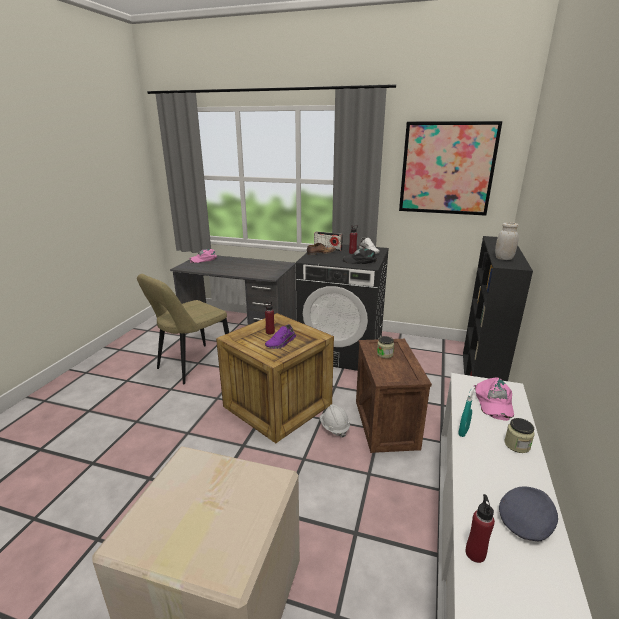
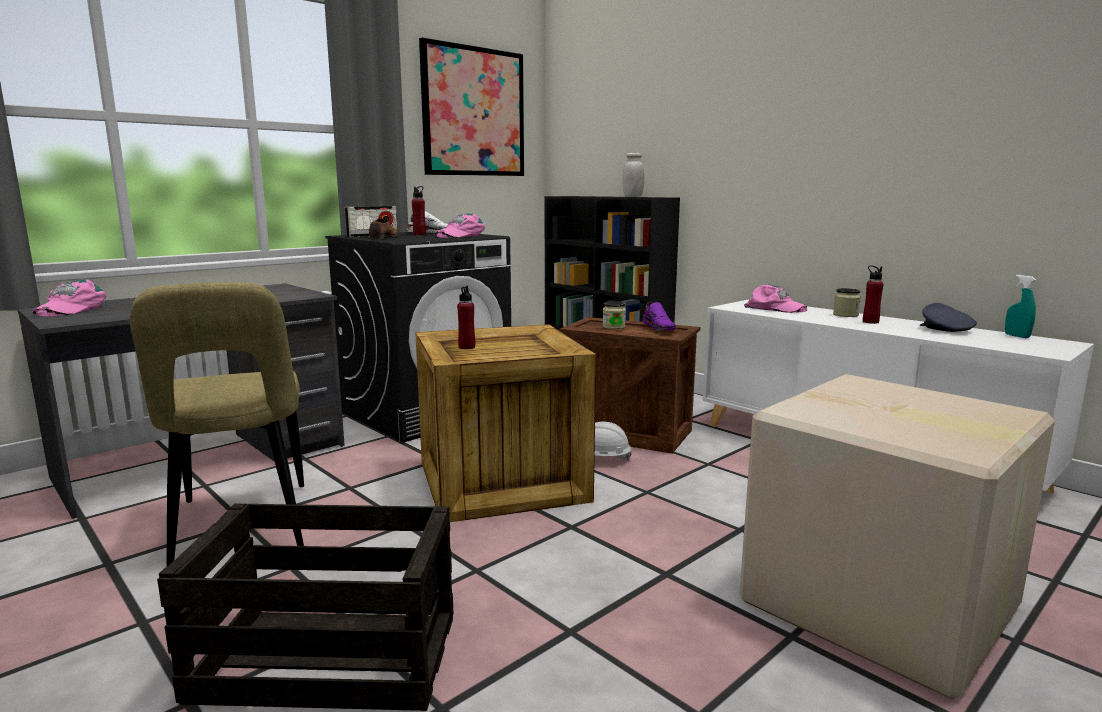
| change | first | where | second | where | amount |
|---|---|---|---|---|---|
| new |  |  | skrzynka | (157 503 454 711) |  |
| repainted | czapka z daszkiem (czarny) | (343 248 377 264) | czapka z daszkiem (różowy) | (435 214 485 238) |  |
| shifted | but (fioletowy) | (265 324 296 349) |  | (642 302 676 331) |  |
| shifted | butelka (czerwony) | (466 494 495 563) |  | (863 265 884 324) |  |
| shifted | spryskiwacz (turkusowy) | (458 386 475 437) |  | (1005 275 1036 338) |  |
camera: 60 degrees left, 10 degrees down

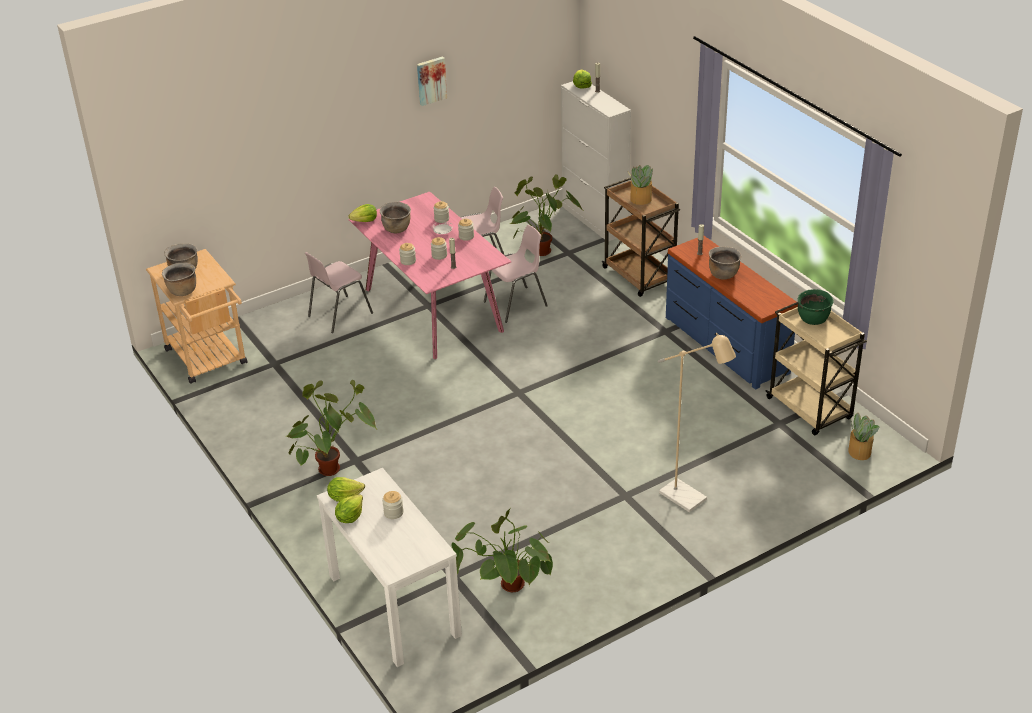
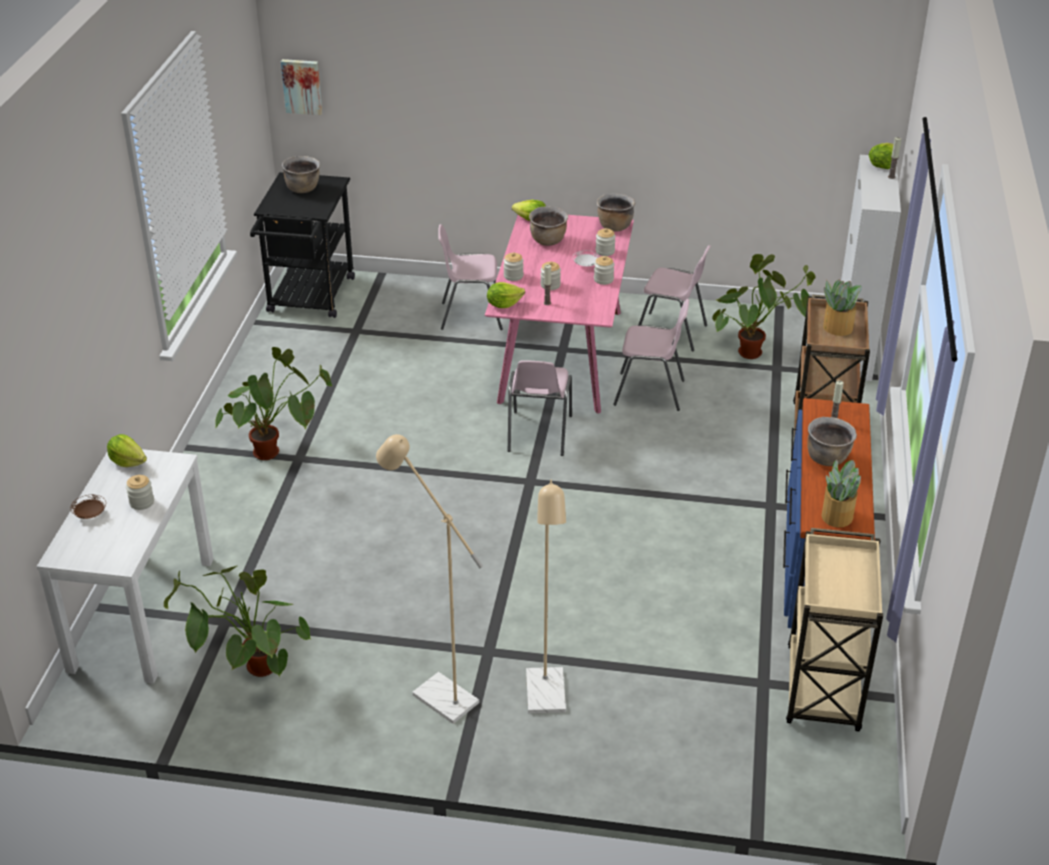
| change | first | where | second | where | amount |
|---|---|---|---|---|---|
| new |  |  | talerz (brązowy) | (70 495 106 519) |  |
| repainted | wózek (beżowy) | (146 249 248 384) | wózek (czarny) | (250 172 355 318) |  |
| shifted | obraz | (417 57 447 106) |  | (281 59 322 115) |  |
| new |  |  | lampa stojąca (beżowy) | (376 434 483 724) |  |
| shifted | sałata | (335 494 363 523) |  | (487 282 525 308) |  |
| new |  |  | krzesło (różowy) | (508 360 572 456) |  |
| shifted | garnek (brązowy) | (162 263 196 296) |  | (597 193 635 232) |  |
| shifted | roślina doniczkowa | (848 412 879 460) |  | (822 459 861 527) |  |
| gone | garnek (zielony) | (798 289 834 325) |  |  |  |
camera: 40 degrees right, 0 degrees up

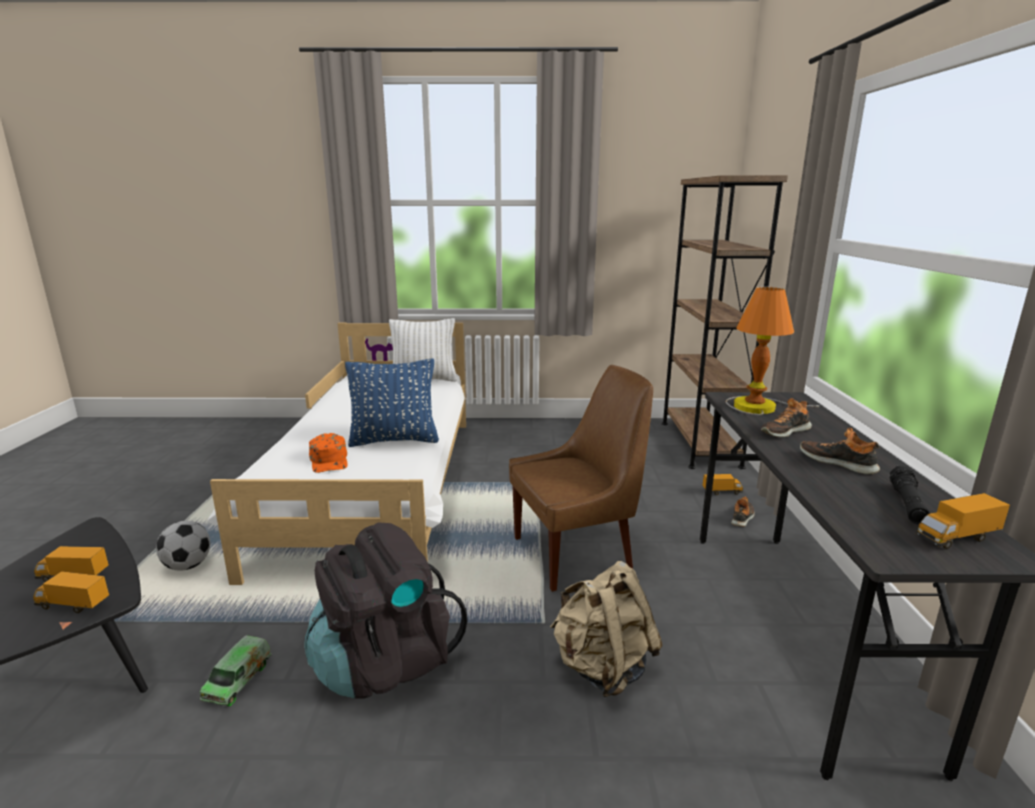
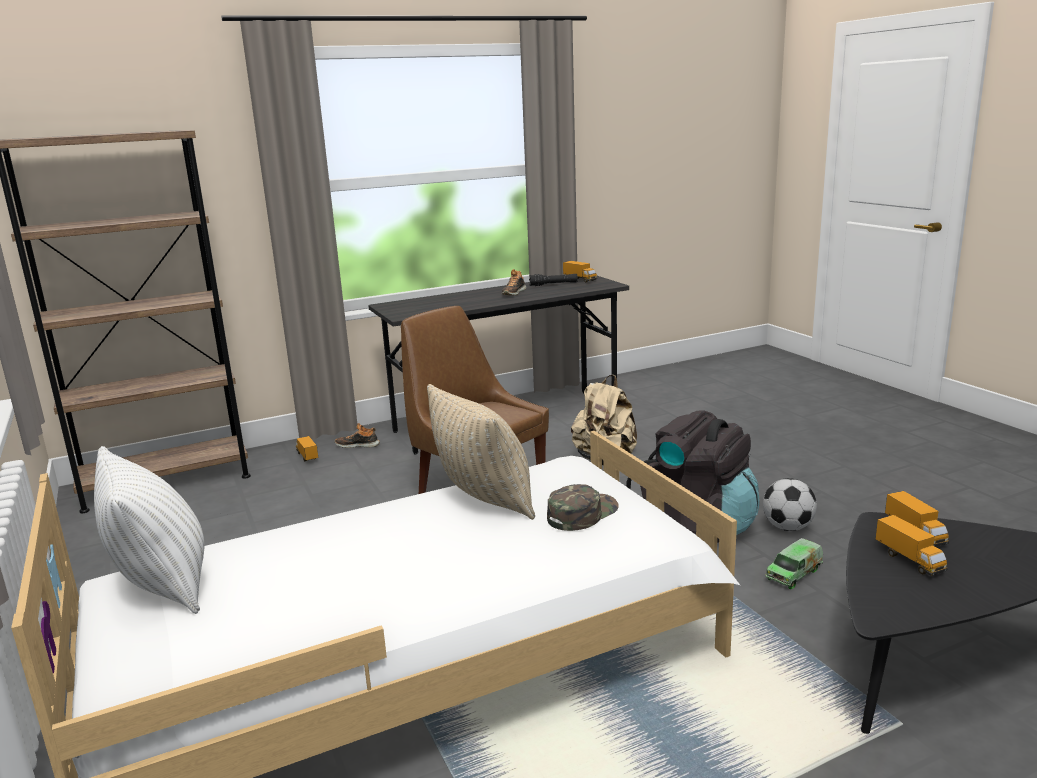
| change | first | where | second | where | amount |
|---|---|---|---|---|---|
| repainted | poduszka (niebieski) | (345 359 439 447) | poduszka (beżowy) | (427 384 535 520) |  |
| repainted | czapka z daszkiem (pomarańczowy) | (309 433 347 473) | czapka z daszkiem (zielony) | (547 484 619 531) |  |
| shifted | piłka futbolowa | (156 521 210 571) |  | (763 478 817 531) |  |
| rotated | ciężarówka zabawkowa | (199 635 272 706) |  | (765 538 823 589) | 150 degrees clockwise |
| gone | lampa stołowa | (725 287 819 415) |  |  |  |
| gone | but | (761 398 812 437) |  |  |  |
camera: 115 degrees left, 0 degrees up

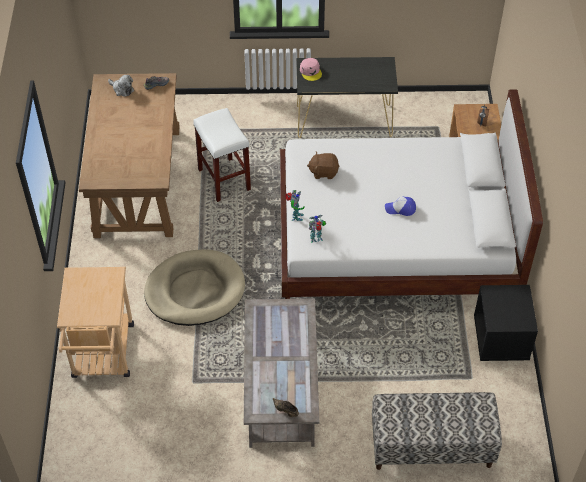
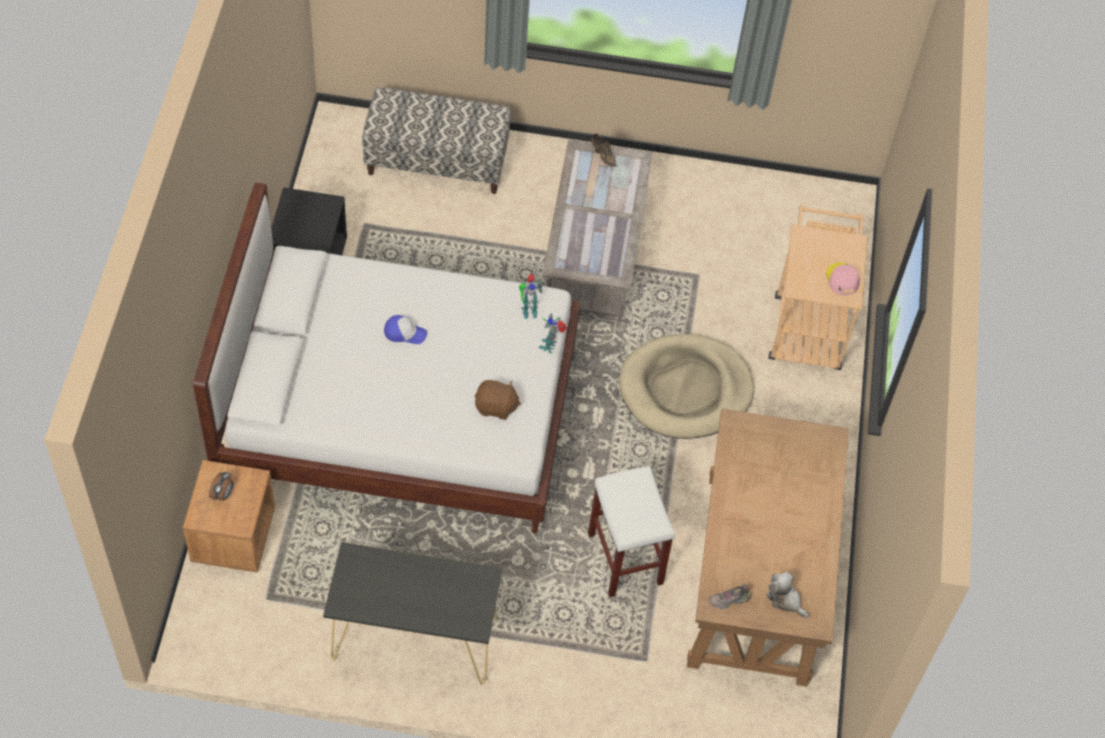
| change | first | where | second | where | amount |
|---|---|---|---|---|---|
| shifted | czapka z daszkiem (różowy) | (300 58 322 81) |  | (826 262 860 295) |  |
camera: 175 degrees left, 5 degrees up

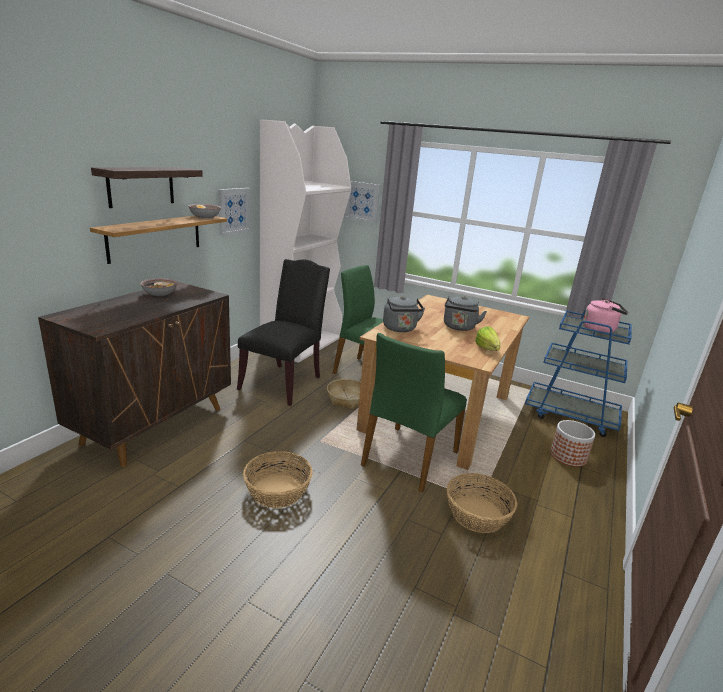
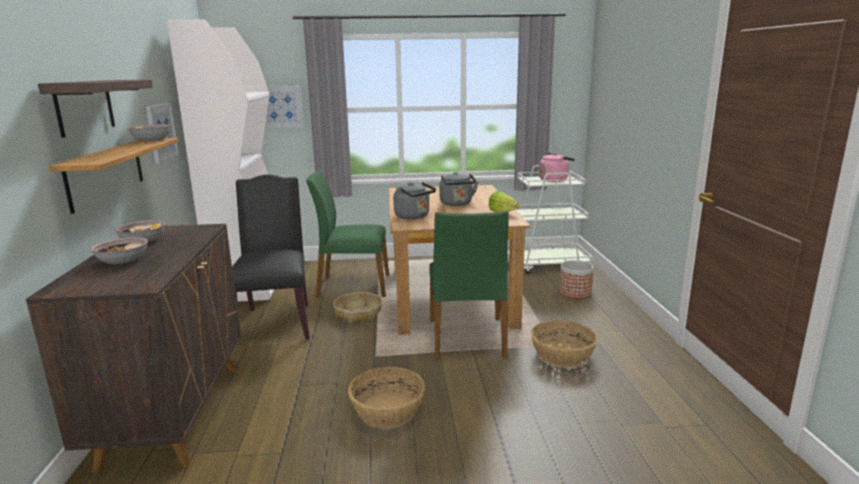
| change | first | where | second | where | amount |
|---|---|---|---|---|---|
| new |  |  | miska | (90 237 148 264) |  |
| repainted | wózek (niebieski) | (525 309 631 437) | wózek (biały) | (508 165 593 274) |  |
camera: 30 degrees left, 5 degrees down

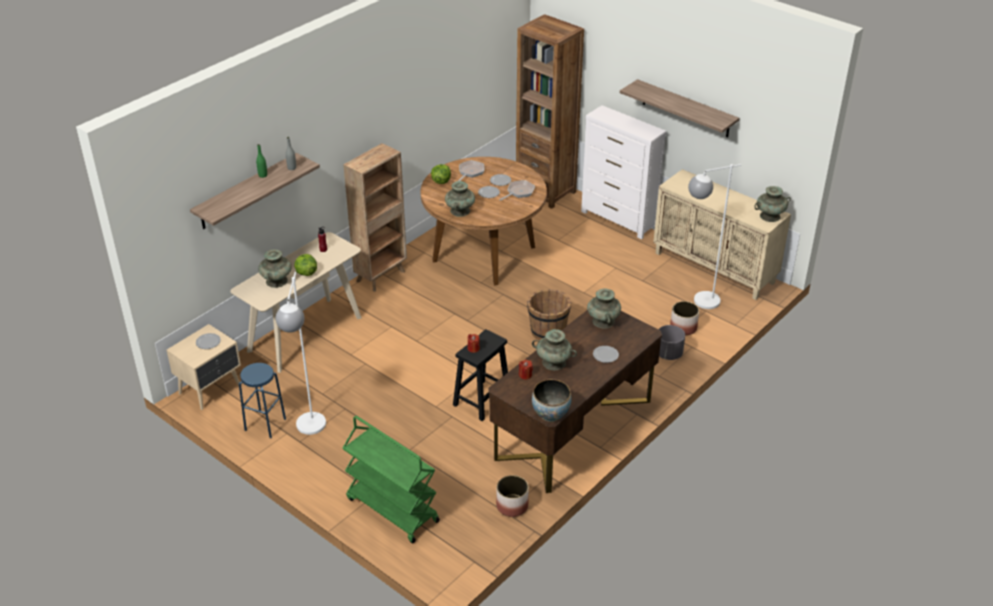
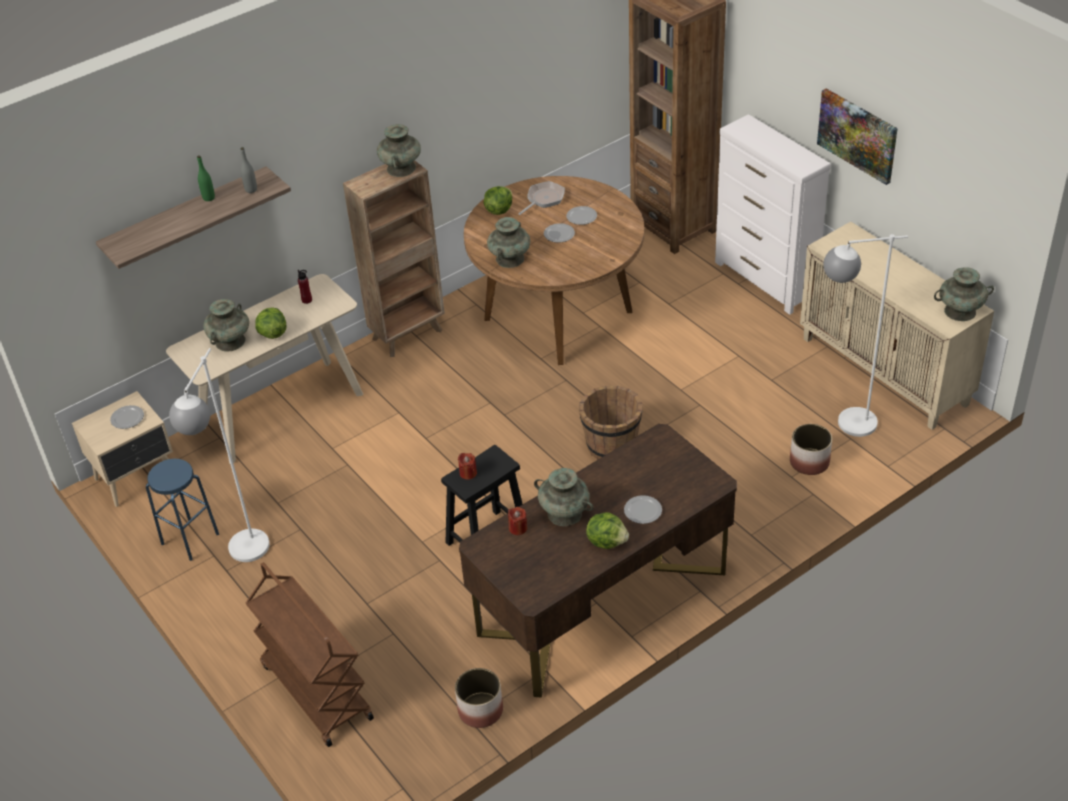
| change | first | where | second | where | amount |
|---|---|---|---|---|---|
| repainted | wózek (zielony) | (343 416 440 543) | wózek (brązowy) | (246 562 374 747) |  |
| shifted | wazon (turkusowy) | (587 288 621 329) |  | (377 124 421 177) |  |
| new |  |  | sałata | (586 513 629 549) |  |
| swapped | półka | (620 79 740 137) | obraz | (817 89 898 185) |  |
| gone | patelnia | (499 180 535 201) |  |  |  |
| gone | miska | (532 379 572 422) |  |  |  |
| gone | donica (szary) | (658 325 685 360) |  |  |  |
camera: 15 degrees right, 5 degrees up

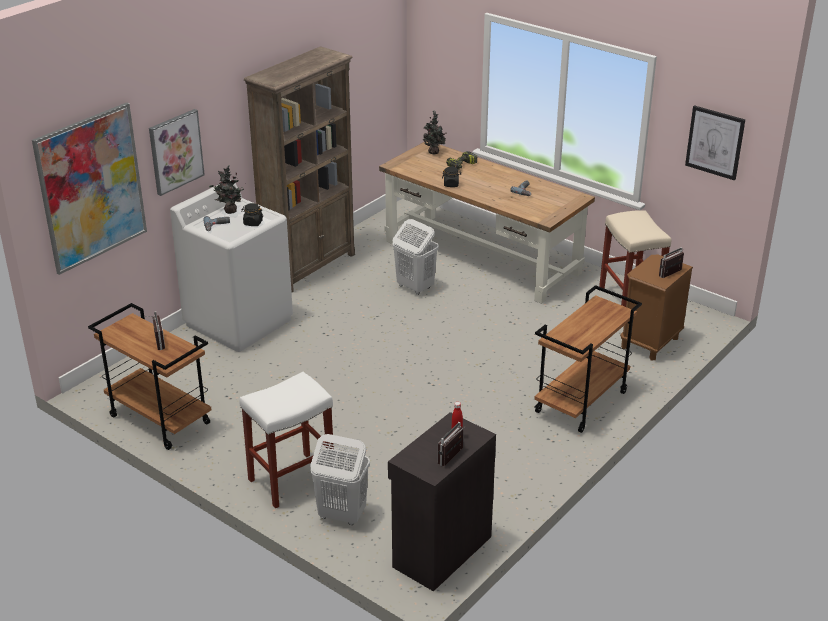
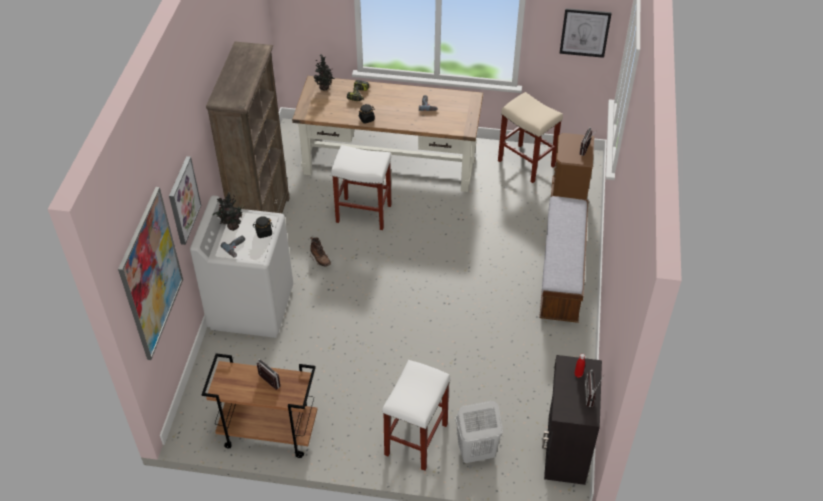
| change | first | where | second | where | amount |
|---|---|---|---|---|---|
| new |  |  | but z cholewką (brązowy) | (310 237 331 267) |  |
| swapped | kosz na pranie (biały) | (393 219 439 295) | stołek (biały) | (331 145 391 230) |  |
| swapped | wózek (brązowy) | (534 285 642 433) | ławka | (539 196 588 323) |  |
camera: 30 degrees left, 15 degrees up

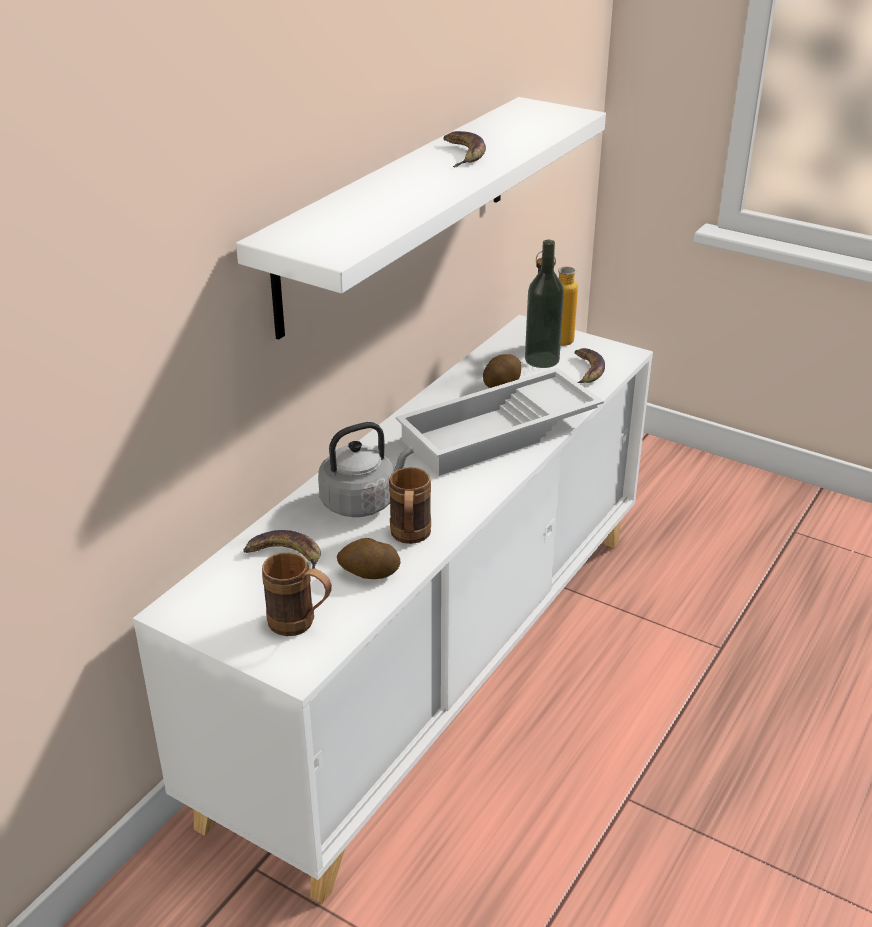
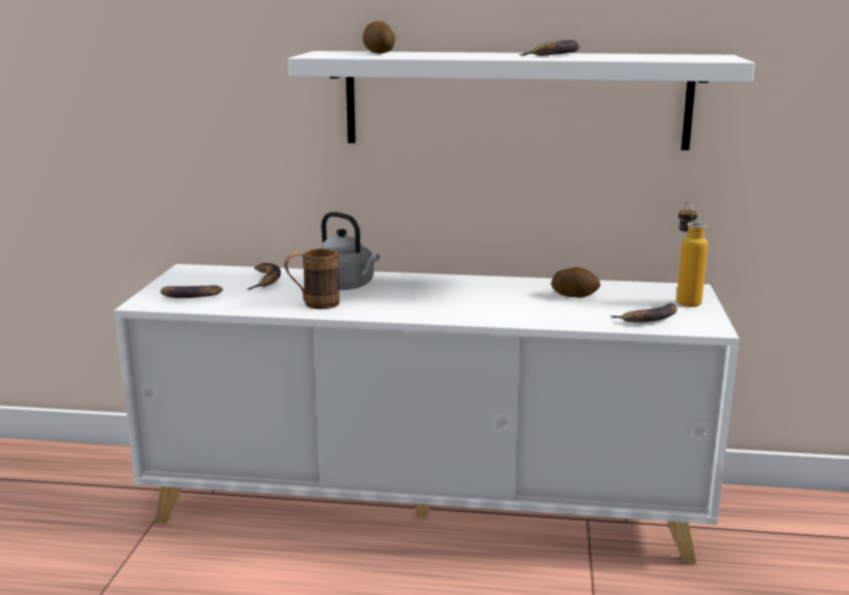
| change | first | where | second | where | amount |
|---|---|---|---|---|---|
| swapped | kubek (brązowy) | (262 552 332 636) | banan | (160 285 223 298) |  |
| shifted | ziemniak | (337 538 401 579) |  | (363 21 395 53) |  |
| gone | taca (biały) | (396 368 604 476) |  |  |  |
| gone | butelka | (525 240 564 368) |  |  |  |
camera: 65 degrees right, 15 degrees down

